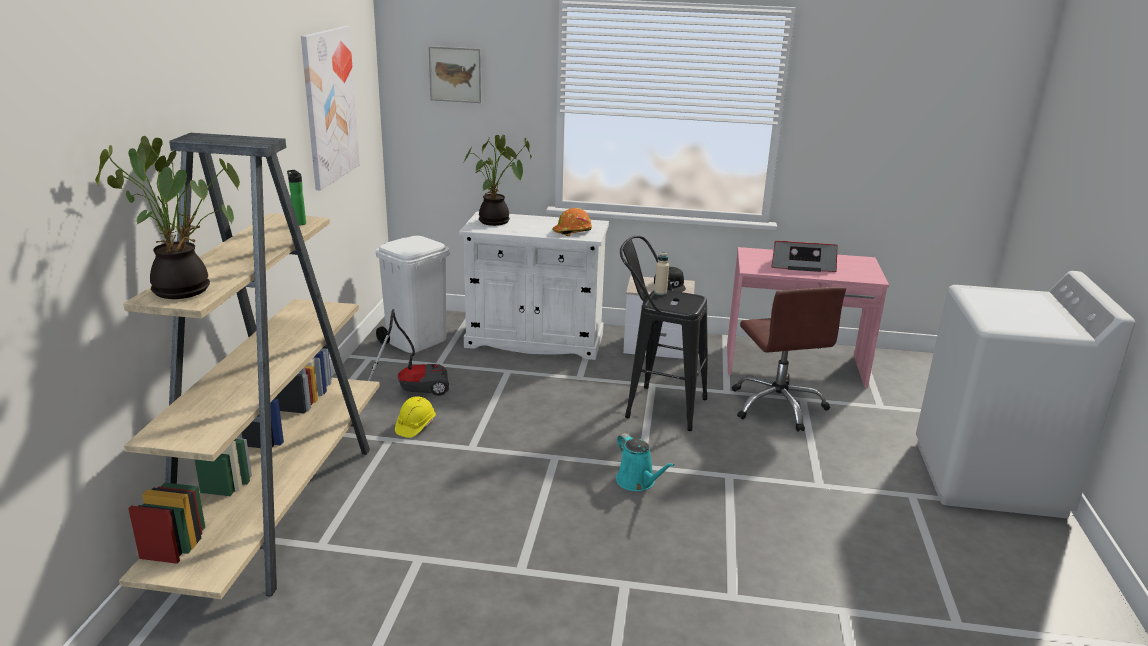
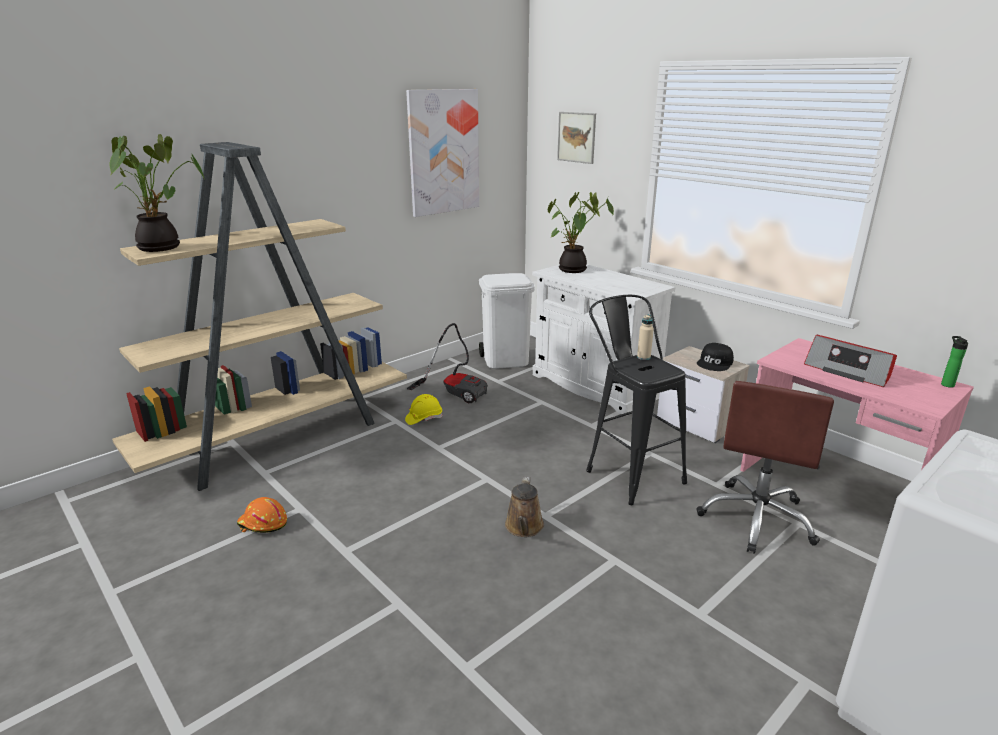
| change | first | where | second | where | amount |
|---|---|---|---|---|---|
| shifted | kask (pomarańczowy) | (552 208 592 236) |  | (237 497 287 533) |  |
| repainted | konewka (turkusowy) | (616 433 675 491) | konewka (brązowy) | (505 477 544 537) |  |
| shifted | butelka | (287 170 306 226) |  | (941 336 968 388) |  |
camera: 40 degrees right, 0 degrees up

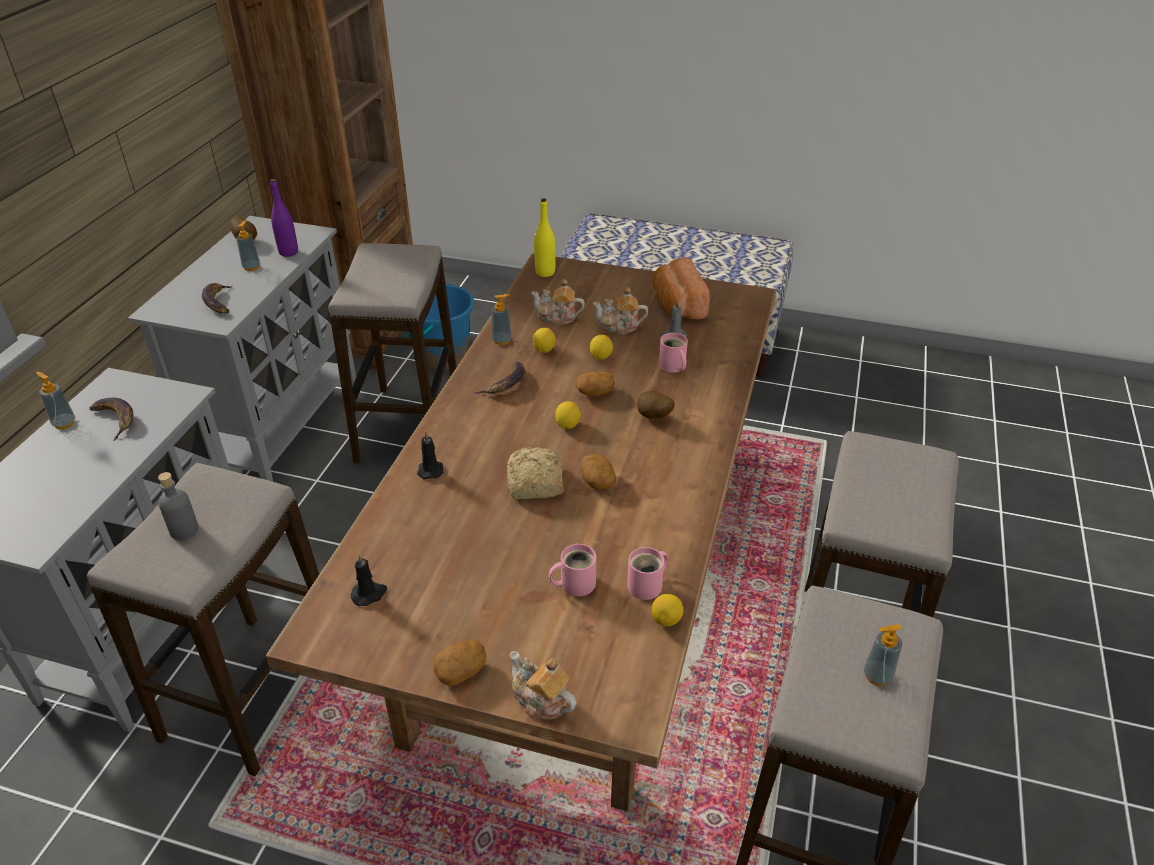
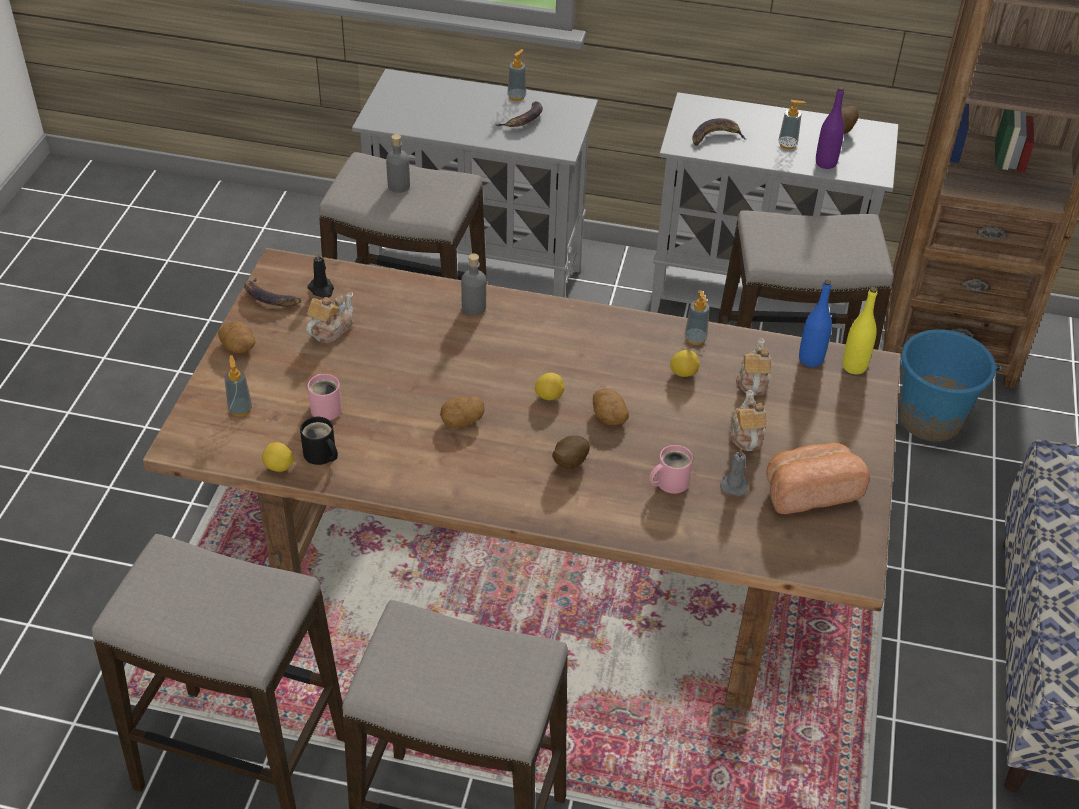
| change | first | where | second | where | amount |
|---|---|---|---|---|---|
| shifted | dozownik mydła | (864 624 902 686) |  | (224 355 252 416) |  |
| shifted | banan | (475 362 525 394) |  | (244 277 301 307) |  |
| repainted | kubek (różowy) | (627 547 669 600) | kubek (czarny) | (300 417 338 465) |  |
| shifted | imbryk | (510 651 576 719) |  | (306 292 354 343) |  |
| swapped | świeca (czarny) | (417 431 443 479) | butelka (szary) | (461 253 486 315) |  |
| new |  |  | butelka (niebieski) | (799 280 832 367) |  |
| gone | chleb | (507 447 564 499) |  |  |  |
| gone | cytryna | (590 335 613 360) |  |  |  |
camera: 85 degrees right, 5 degrees up

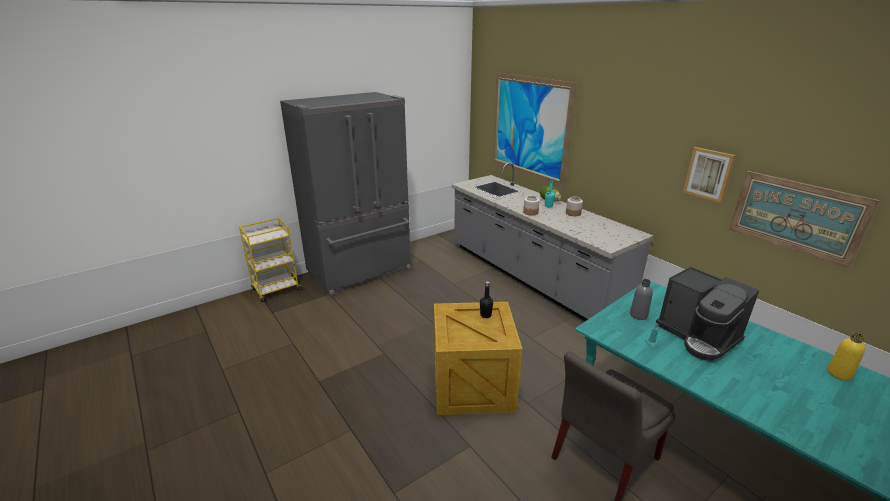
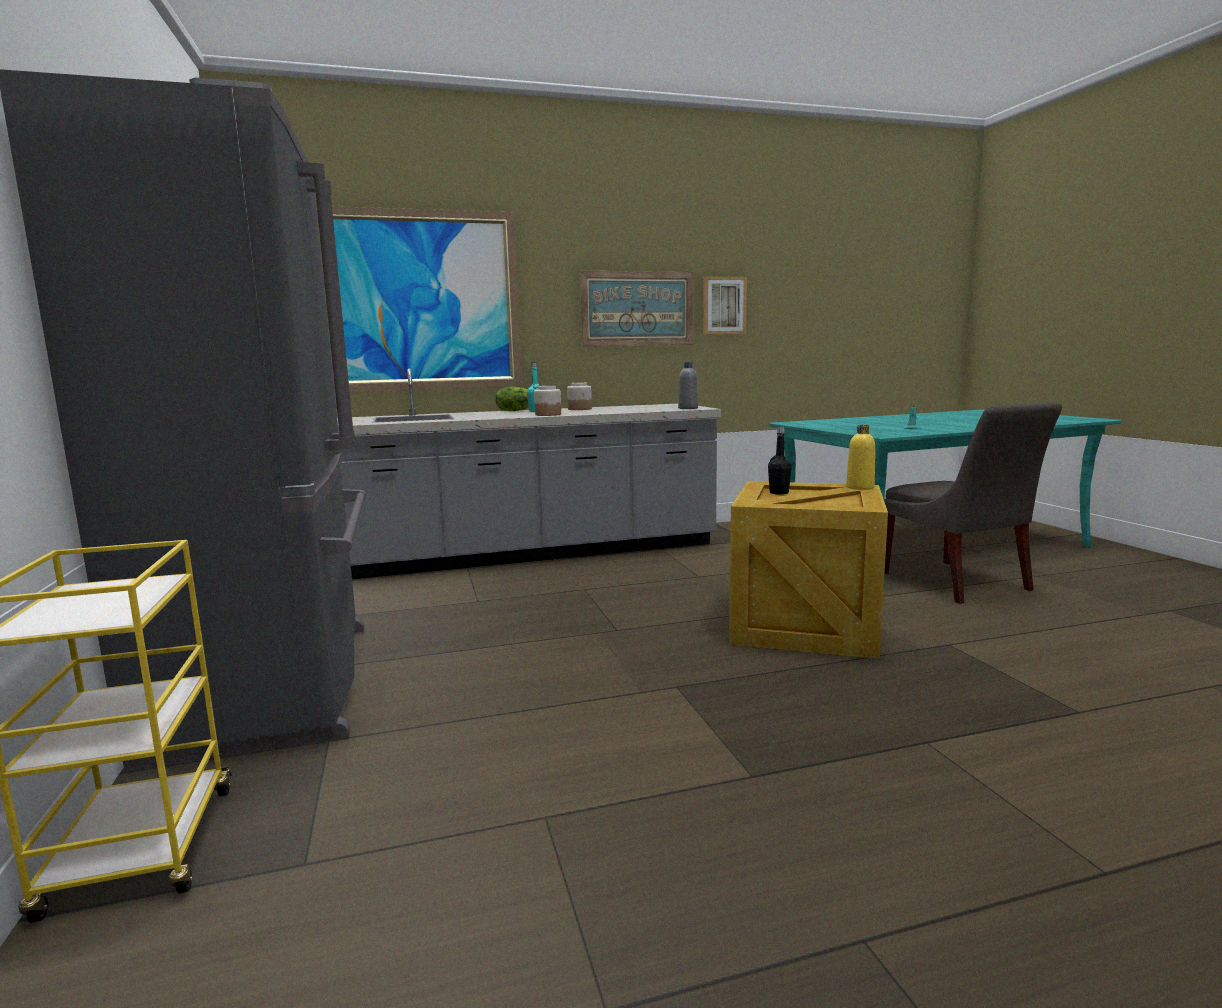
| change | first | where | second | where | amount |
|---|---|---|---|---|---|
| shifted | obraz | (729 171 879 268) |  | (579 271 693 347) |  |
| shifted | butelka (szary) | (630 279 653 320) |  | (678 362 698 409) |  |
| shifted | butelka (żółty) | (827 333 865 381) |  | (846 425 875 490) |  |
| gone | ekspres do kawy | (656 267 759 361) |  |  |  |
camera: 70 degrees left, 15 degrees down

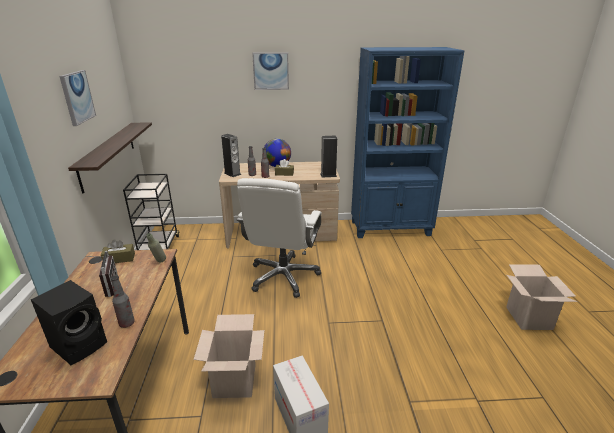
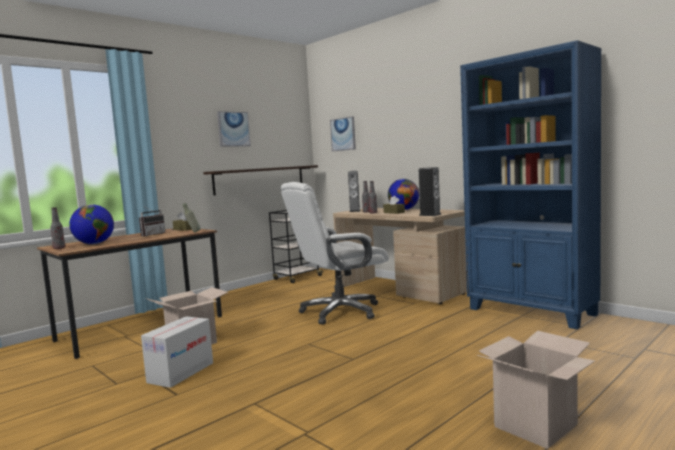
| change | first | where | second | where | amount |
|---|---|---|---|---|---|
| shifted | butelka | (111 275 135 328) |  | (50 207 65 249) |  |
| swapped | głośnik (czarny) | (31 280 107 365) | globus | (69 204 114 244) |  |
| shifted | obraz | (252 52 289 90) |  | (330 116 356 151) |  |
camera: 50 degrees right, 20 degrees down

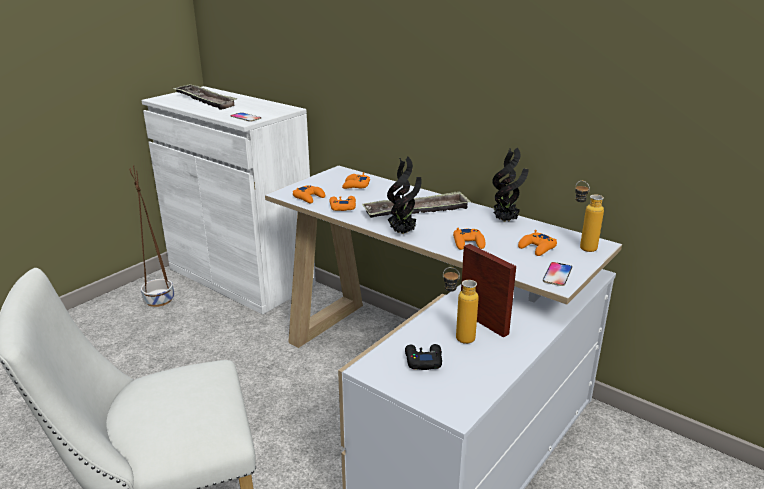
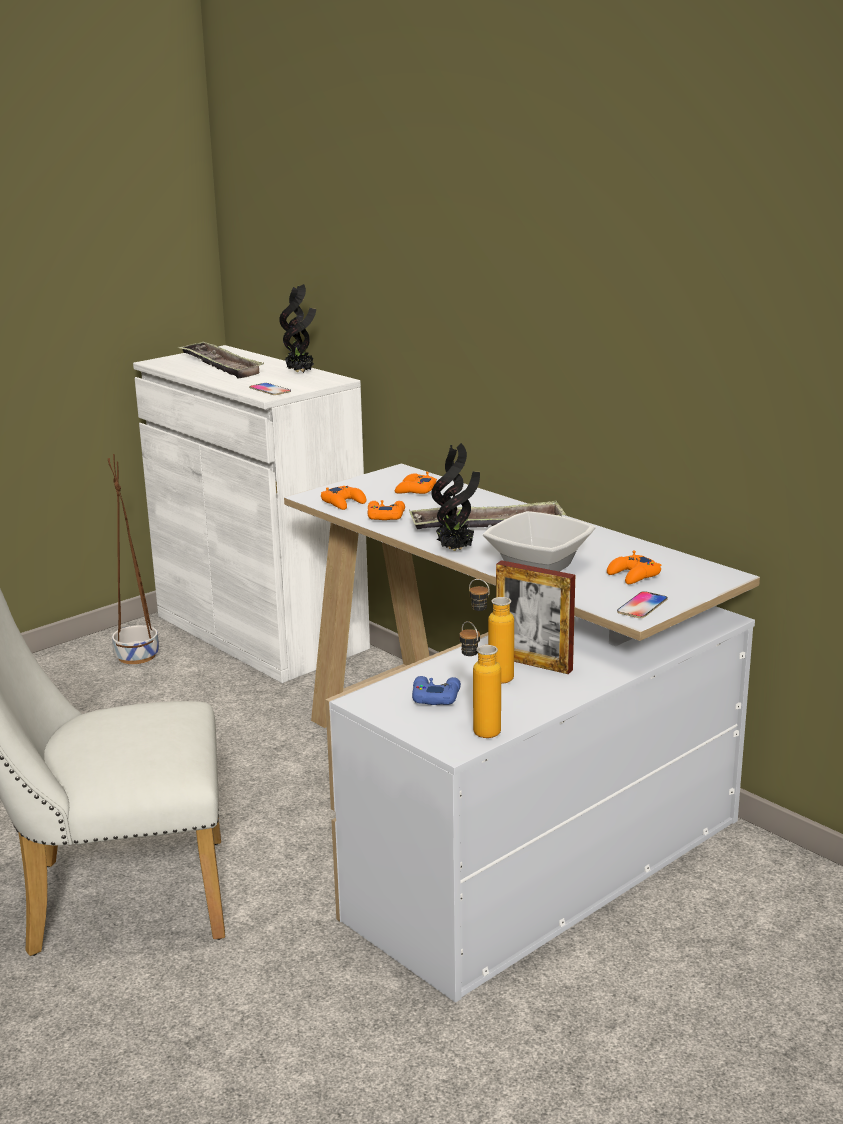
| change | first | where | second | where | amount |
|---|---|---|---|---|---|
| shifted | roślina doniczkowa | (492 147 528 222) |  | (279 284 316 373) |  |
| repainted | pad do gier (czarny) | (405 344 442 370) | pad do gier (niebieski) | (412 676 461 705) |  |
| shifted | butelka | (575 181 604 252) |  | (459 621 501 738) |  |
| swapped | pad do gier (pomarańczowy) | (453 228 485 250) | miska | (483 511 595 572) |  |
| rotated | ramka na zdjęcie | (461 244 516 338) |  | (496 560 575 674) | 150 degrees clockwise |
camera: 10 degrees right, 5 degrees down

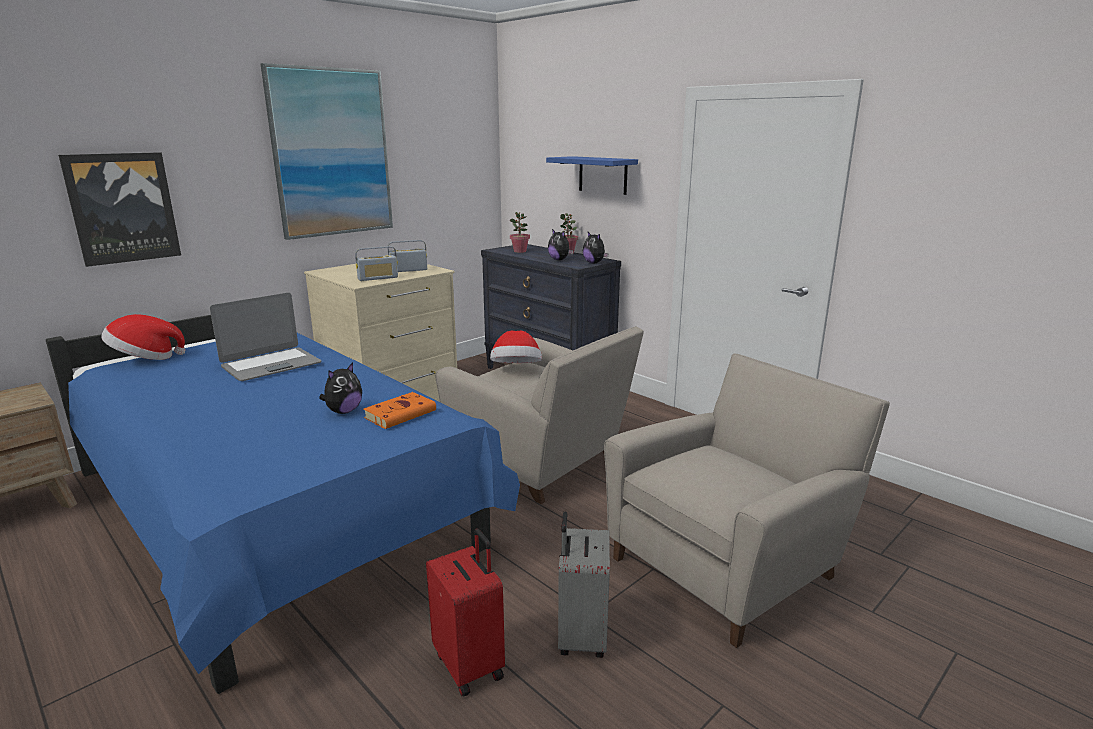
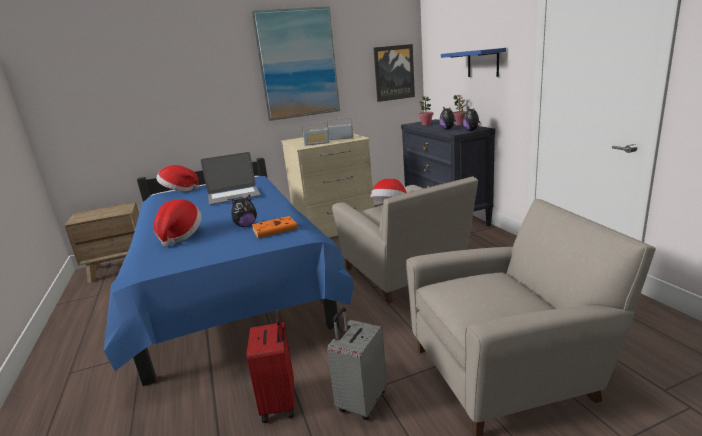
| change | first | where | second | where | amount |
|---|---|---|---|---|---|
| new |  |  | kapelusz | (154 199 202 247) |  |
| shifted | obraz | (58 152 181 267) |  | (373 44 415 102) |  |
camera: 25 degrees right, 0 degrees up

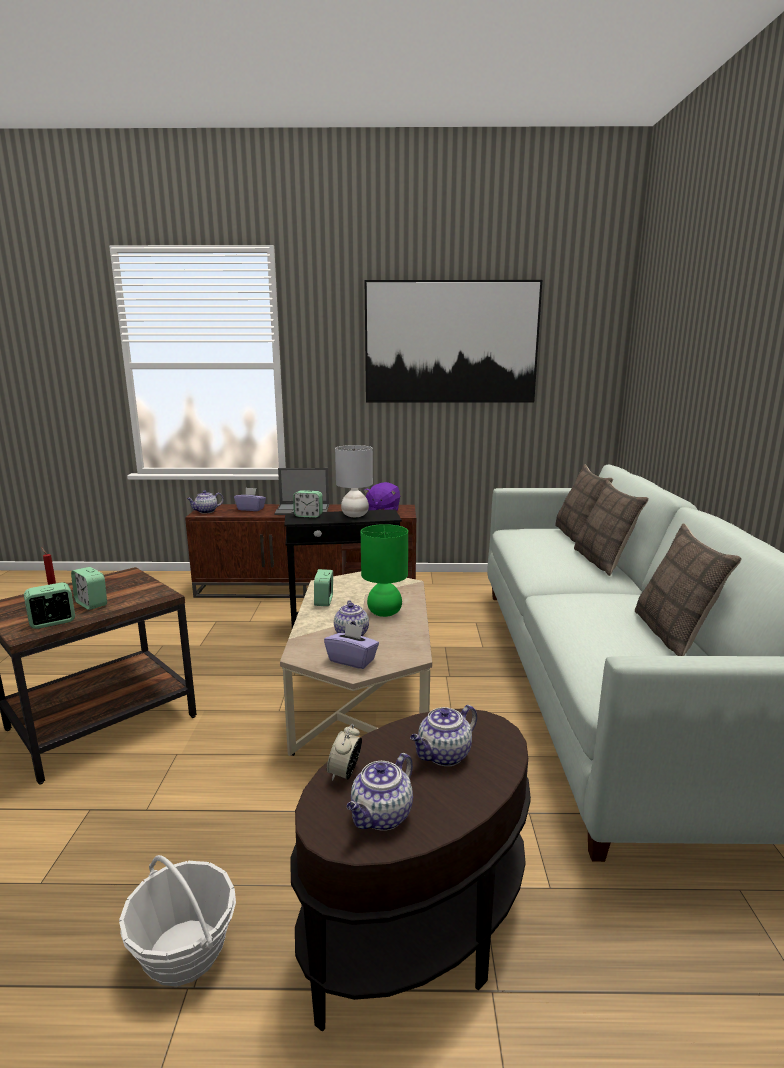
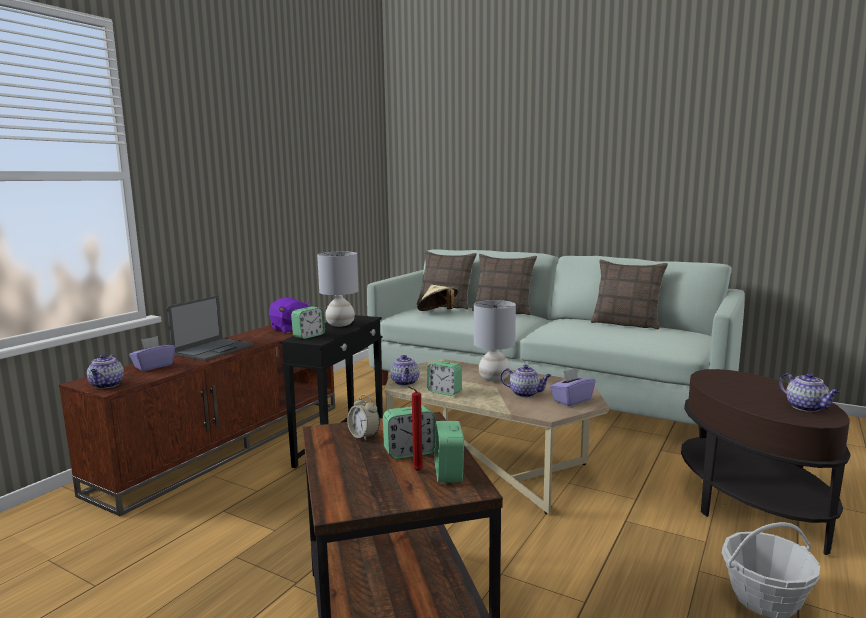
| change | first | where | second | where | amount |
|---|---|---|---|---|---|
| shifted | budzik | (327 724 362 781) |  | (347 394 380 441) |  |
| shifted | imbryk | (410 705 477 766) |  | (390 355 420 386) |  |
| new |  |  | kapelusz (beżowy) | (417 285 458 311) |  |
| repainted | lampa stołowa (zielony) | (361 524 408 617) | lampa stołowa (szary) | (474 300 516 382) |  |
| gone | obraz | (365 280 542 403) |  |  |  |
camera: 60 degrees left, 5 degrees down

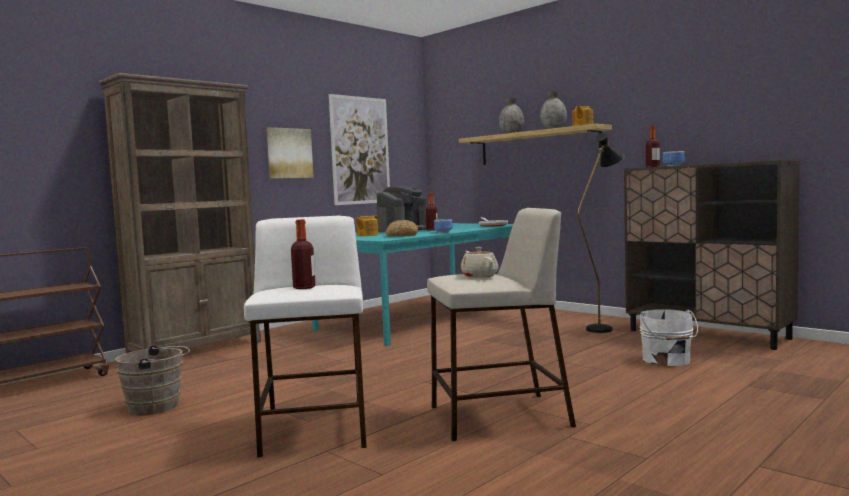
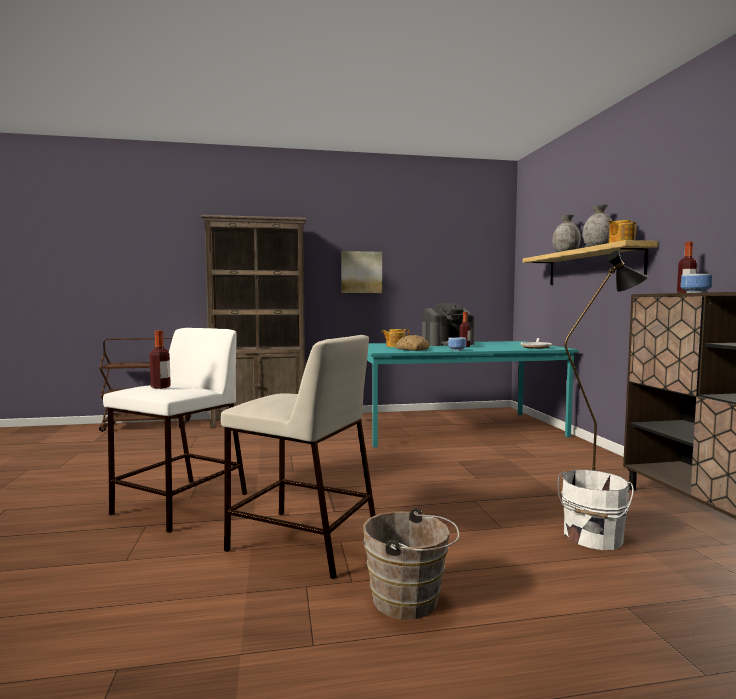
| change | first | where | second | where | amount |
|---|---|---|---|---|---|
| shifted | wiadro (brązowy) | (115 345 190 415) |  | (363 508 459 620) |  |
| gone | obraz | (329 94 390 205) |  |  |  |
| gone | imbryk (beżowy) | (460 247 499 278) |  |  |  |
camera: 35 degrees right, 0 degrees up

